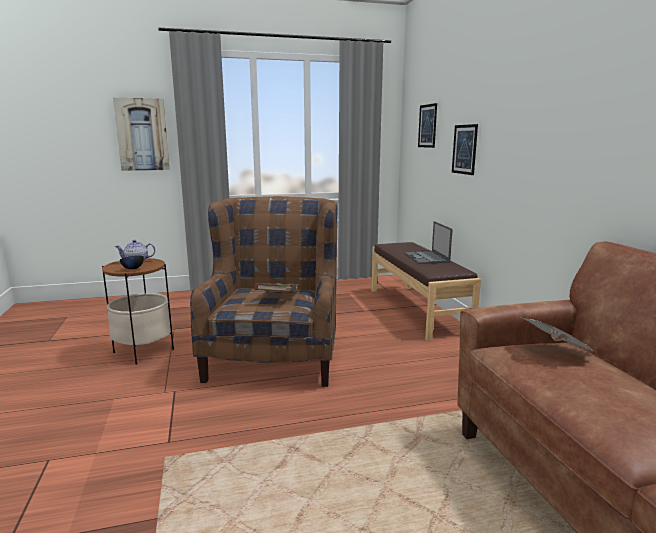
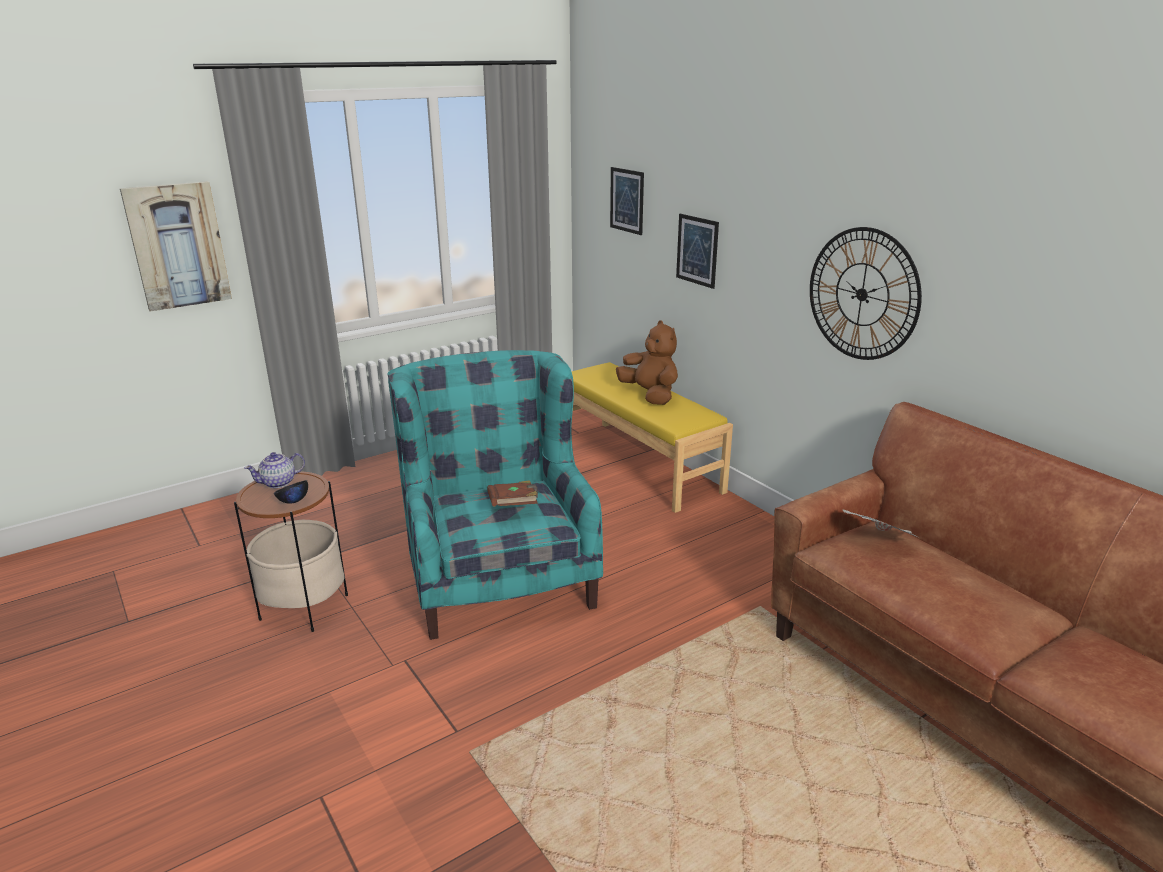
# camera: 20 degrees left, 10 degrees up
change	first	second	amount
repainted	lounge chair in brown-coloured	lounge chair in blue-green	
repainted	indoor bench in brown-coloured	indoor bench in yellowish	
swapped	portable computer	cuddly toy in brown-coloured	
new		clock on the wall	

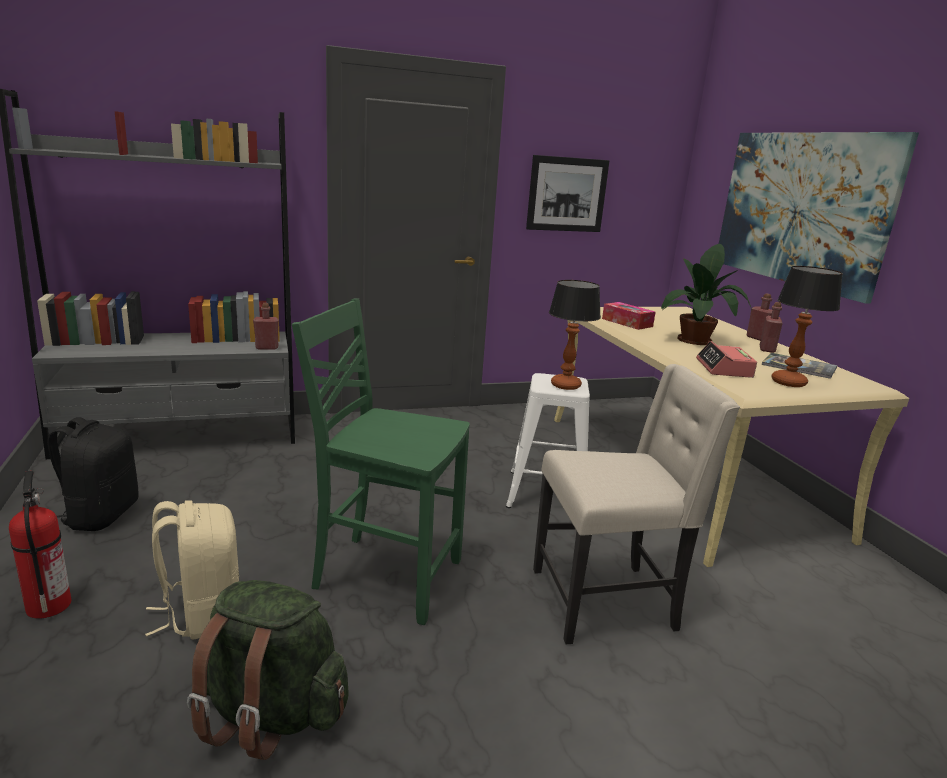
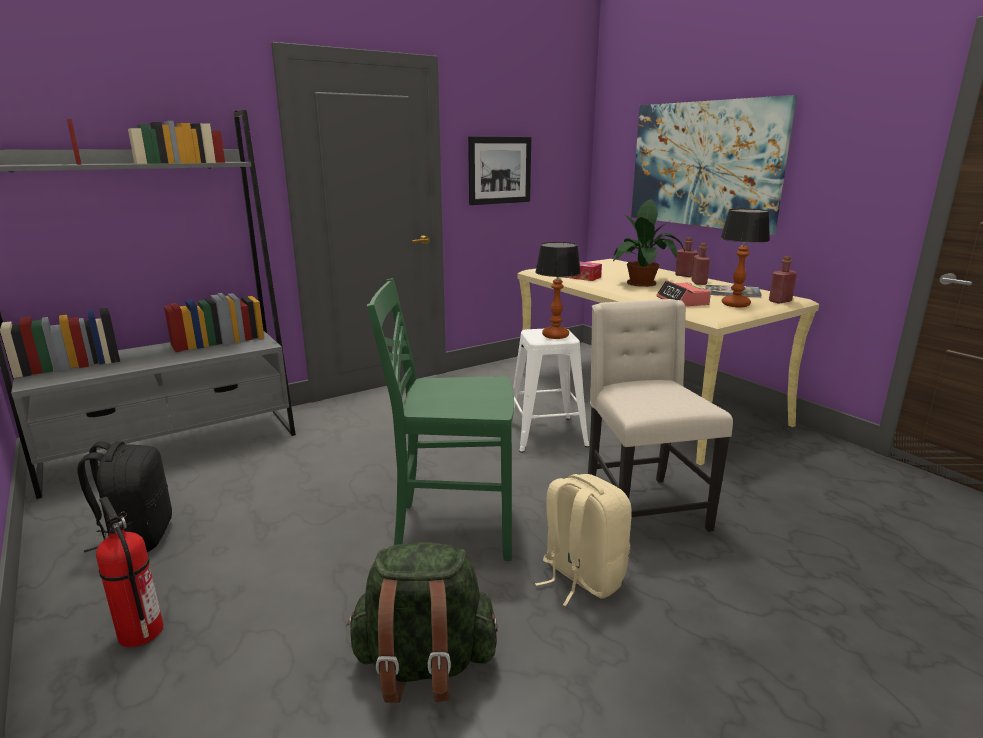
# camera: 15 degrees left, 0 degrees up
change	first	second	amount
shifted	backpack in beige		
rotated	plain chair in beige		75 degrees counterclockwise
shifted	drink bottle in red-coloured (no. 1 from left in the first image)	drink bottle in red-coloured (no. 3 from left)	

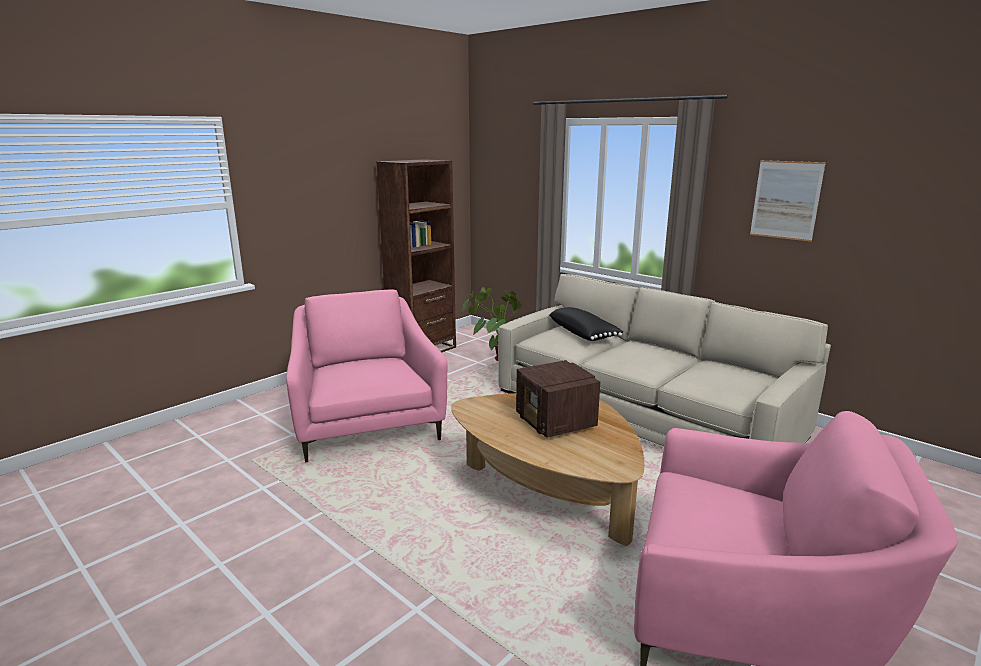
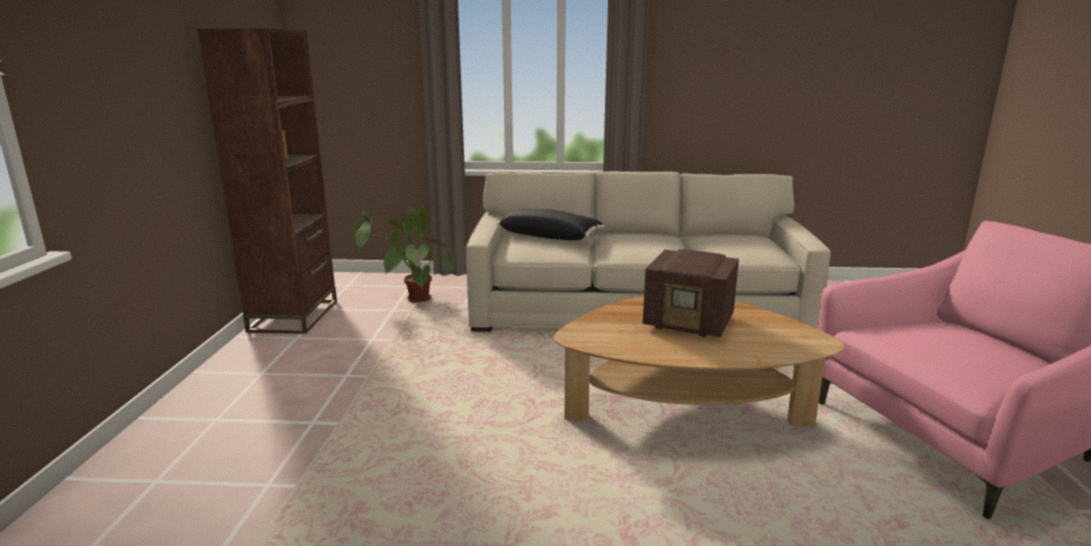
# camera: 40 degrees left, 0 degrees up
change	first	second	amount
gone	lounge chair in pink (no. 1 from left)		
gone	picture		

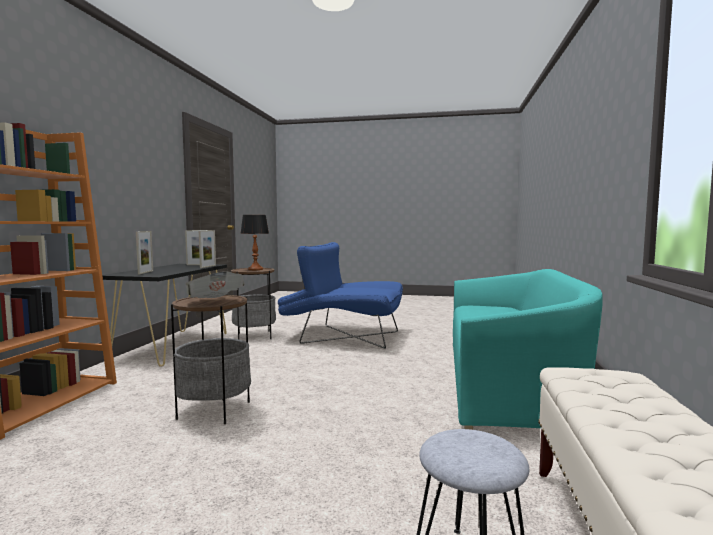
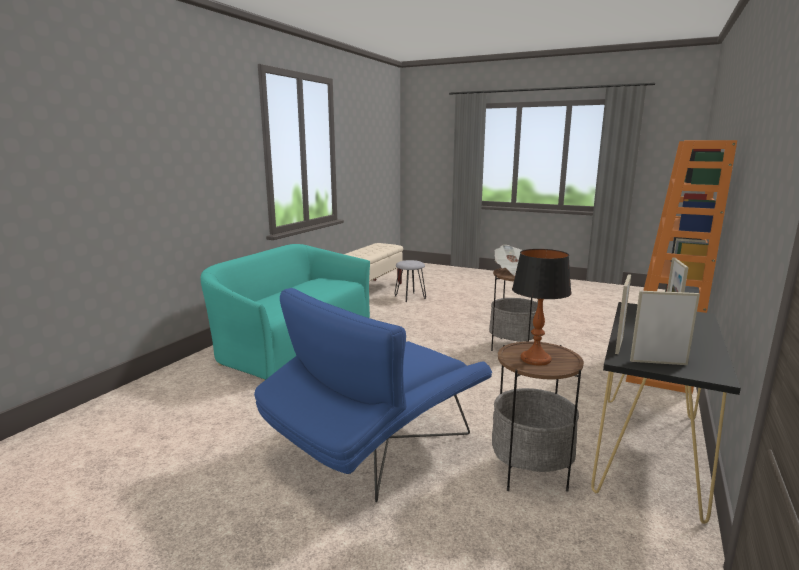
# camera: 165 degrees left, 10 degrees up
change	first	second	amount
rotated	lounge chair in bluish		105 degrees clockwise

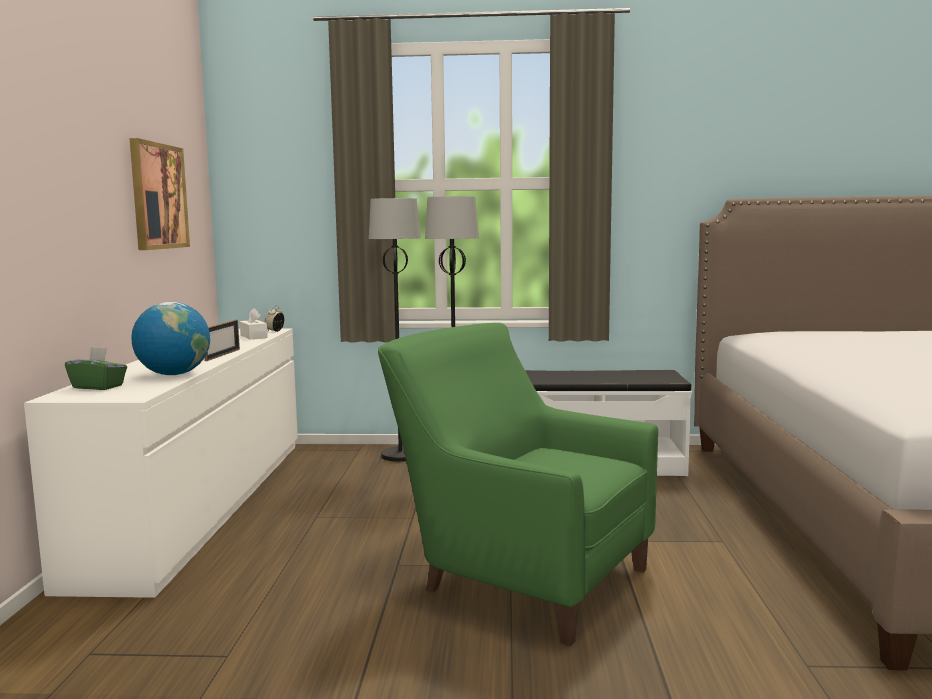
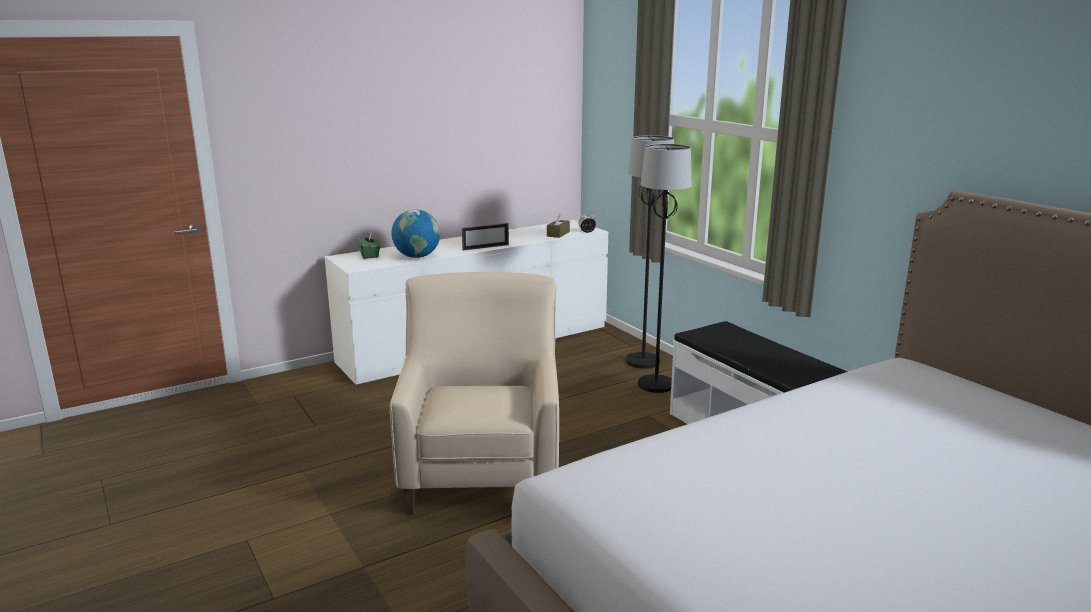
# camera: 55 degrees right, 10 degrees up
change	first	second	amount
repainted	lounge chair in green-coloured	lounge chair in beige	
repainted	tissue box in white	tissue box in brown-coloured	
gone	picture		

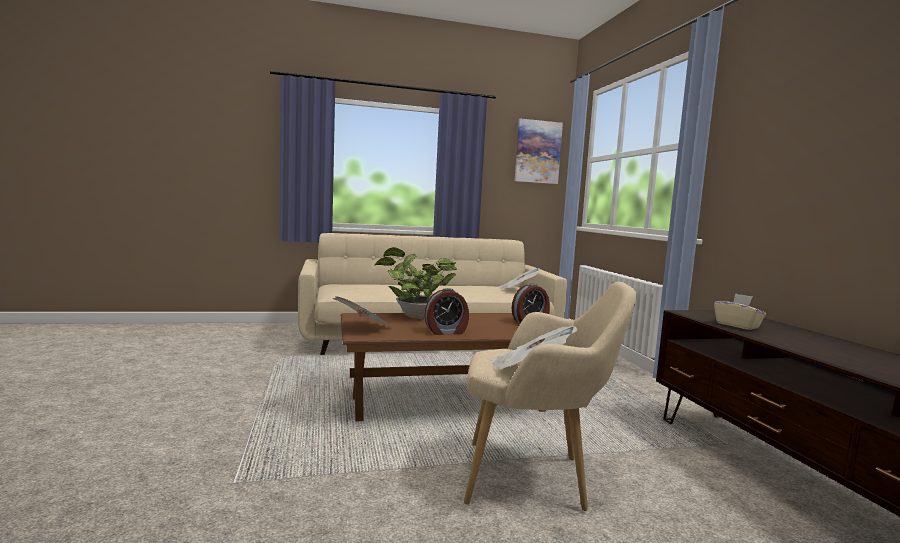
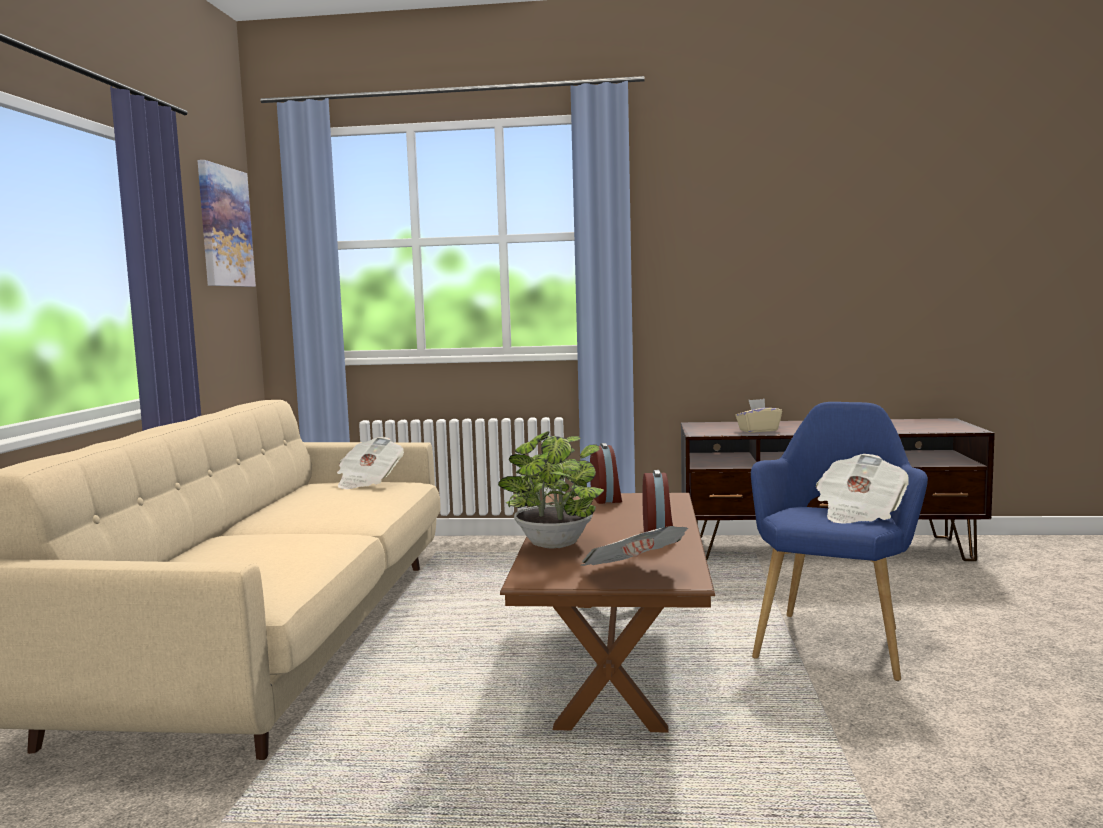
# camera: 70 degrees left, 0 degrees up
change	first	second	amount
repainted	lounge chair in beige	lounge chair in bluish	

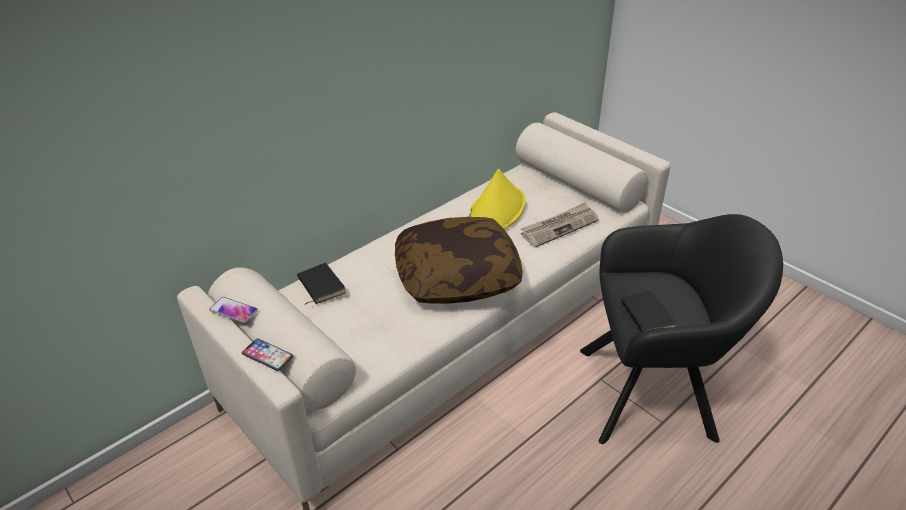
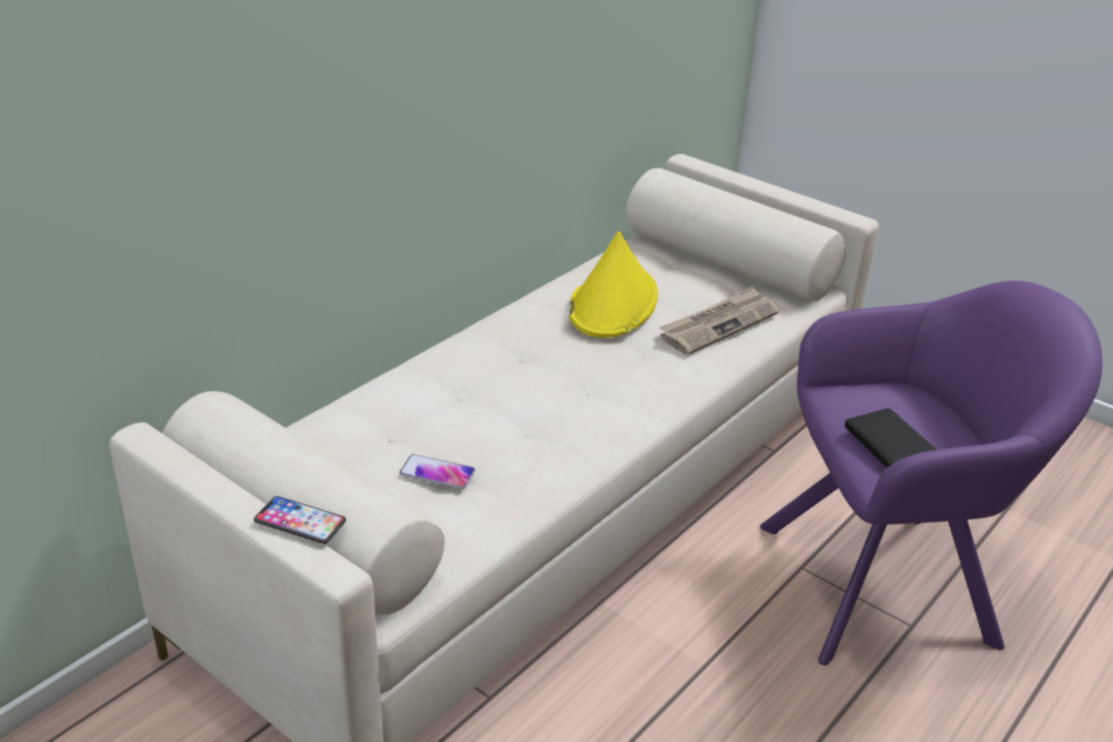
# camera: 10 degrees left, 5 degrees down
change	first	second	amount
shifted	handset (no. 1 from left in the first image)	handset (no. 2 from left)	
repainted	lounge chair in black-coloured	lounge chair in purple-coloured	
gone	volume in black-coloured (no. 1 from left)		
gone	cushion		

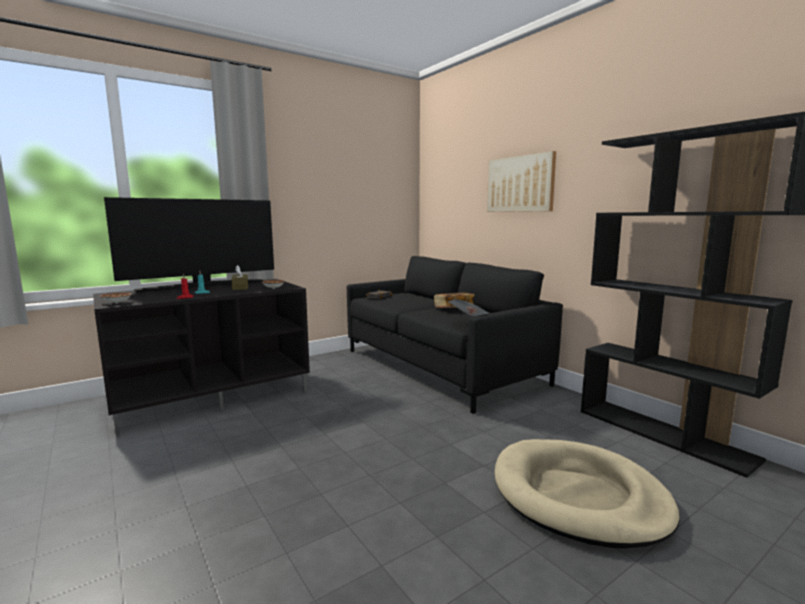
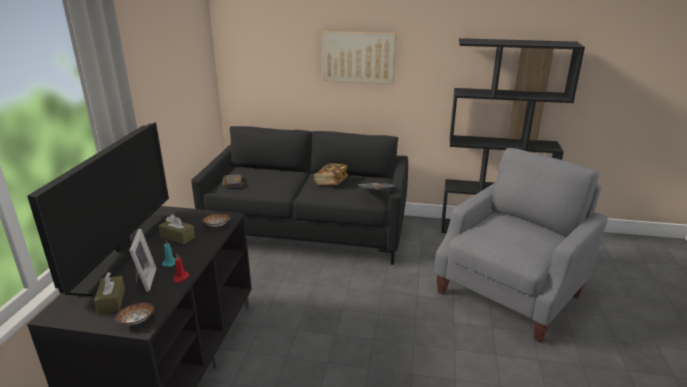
# camera: 45 degrees left, 15 degrees up
change	first	second	amount
new		tissue box in brown-coloured (no. 1 from left)	
new		picture frame	
swapped	dog bed in beige	lounge chair in gray	

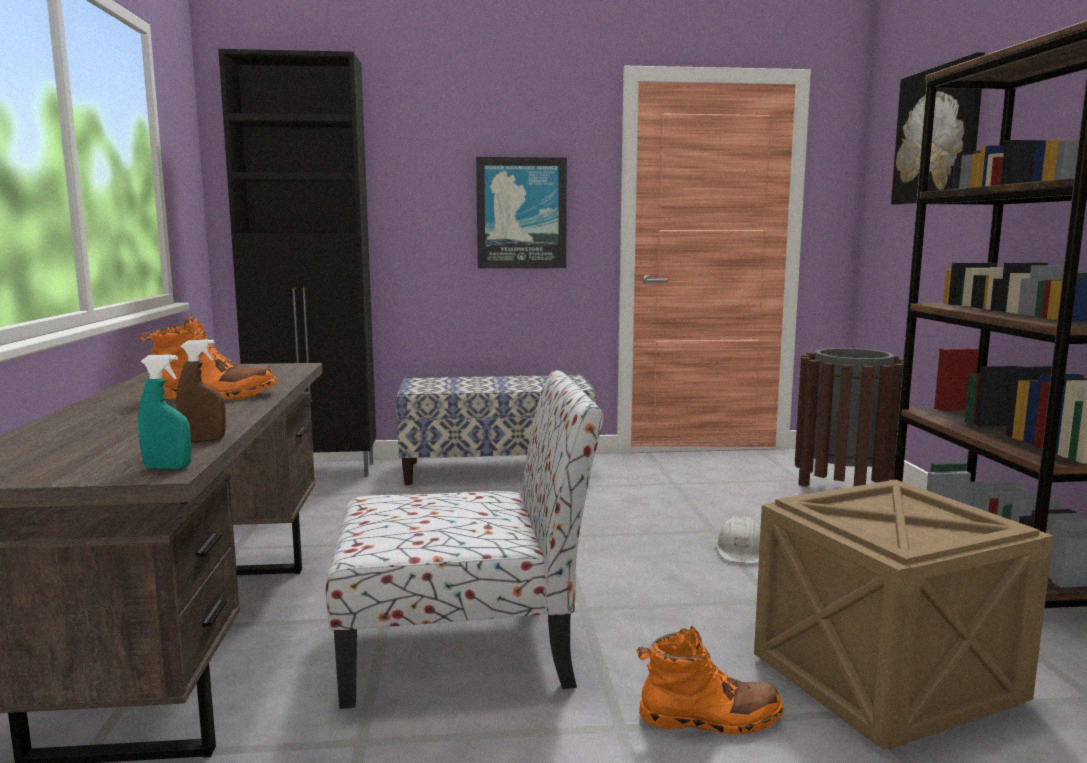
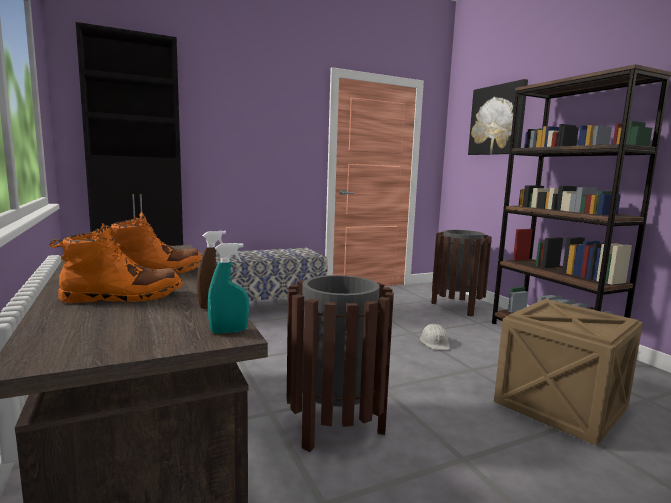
# camera: 20 degrees left, 0 degrees up
change	first	second	amount
shifted	high-top boot in orange (no. 2 from left in the first image)	high-top boot in orange (no. 1 from left)	
swapped	plain chair	trash can in brown-coloured (no. 1 from left)	
gone	picture (no. 1 from left)		

